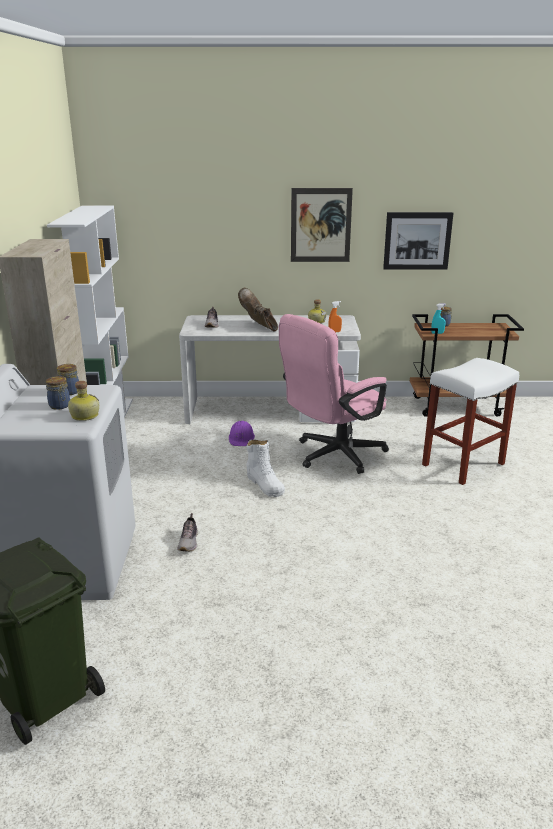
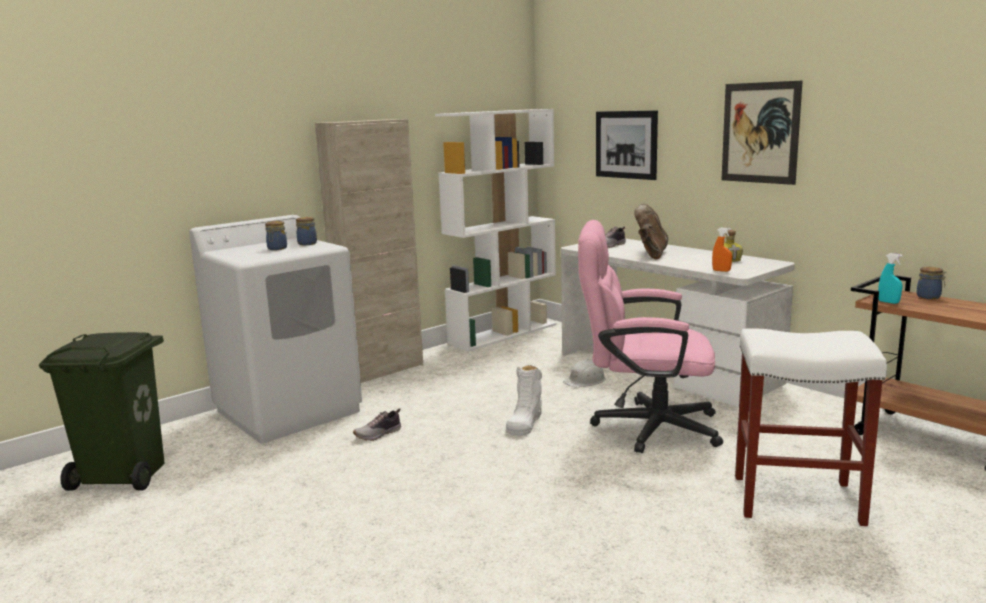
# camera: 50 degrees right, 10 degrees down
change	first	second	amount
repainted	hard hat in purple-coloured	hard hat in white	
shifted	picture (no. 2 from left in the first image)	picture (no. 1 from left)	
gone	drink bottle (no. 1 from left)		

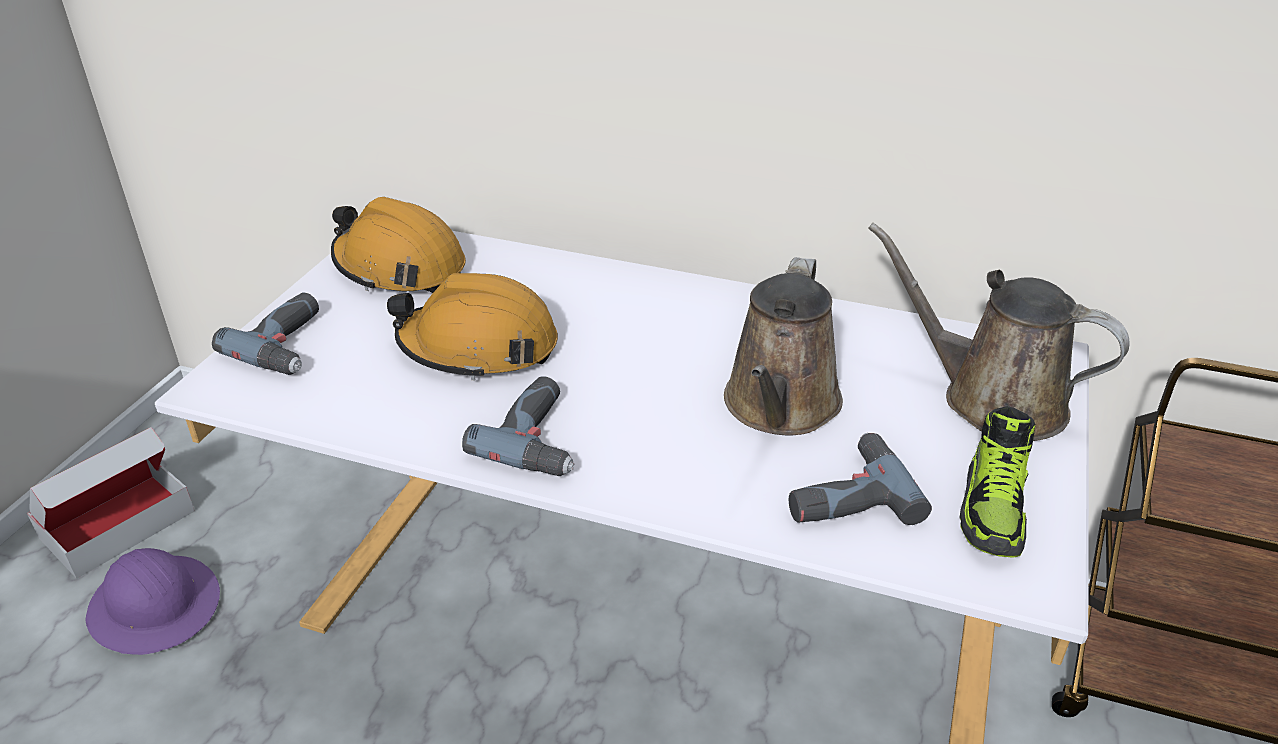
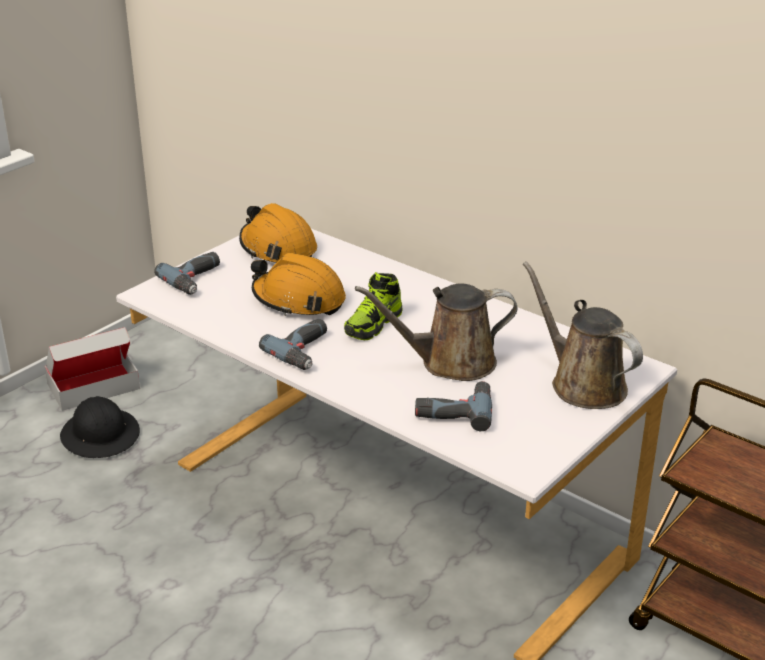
# camera: 20 degrees right, 5 degrees down
change	first	second	amount
repainted	hard hat in purple-coloured	hard hat in black-coloured	
shifted	item of footwear		
rotated	sprinkling can in brown-coloured (no. 1 from left)		45 degrees clockwise

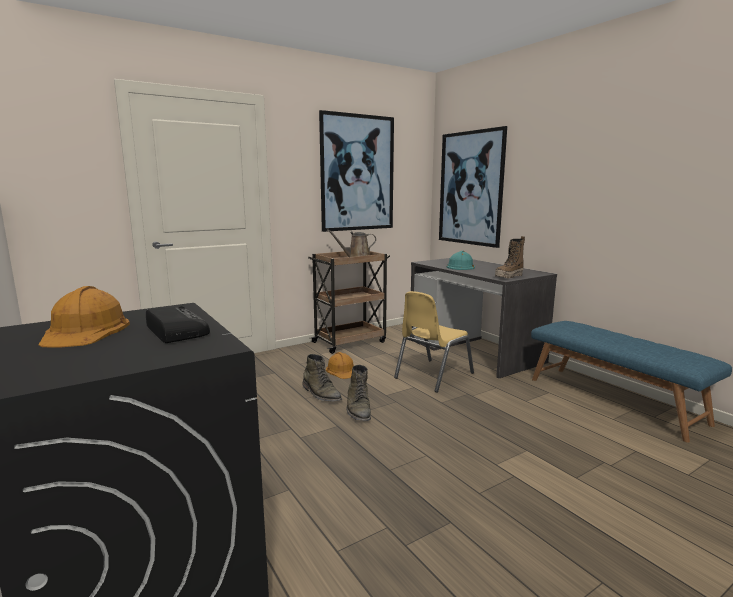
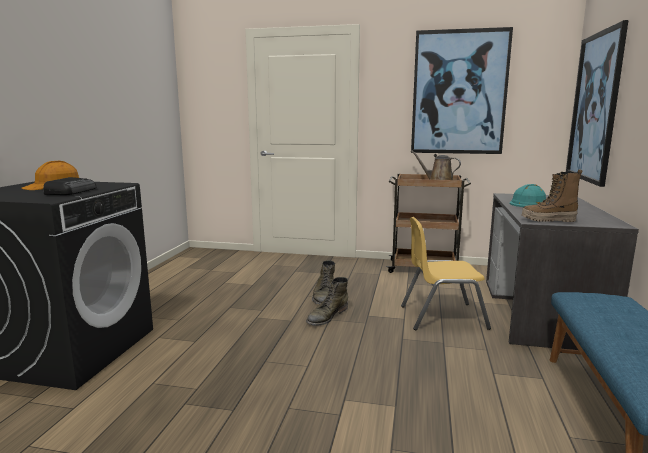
# camera: 45 degrees right, 0 degrees up
change	first	second	amount
gone	hard hat in orange (no. 2 from left)		

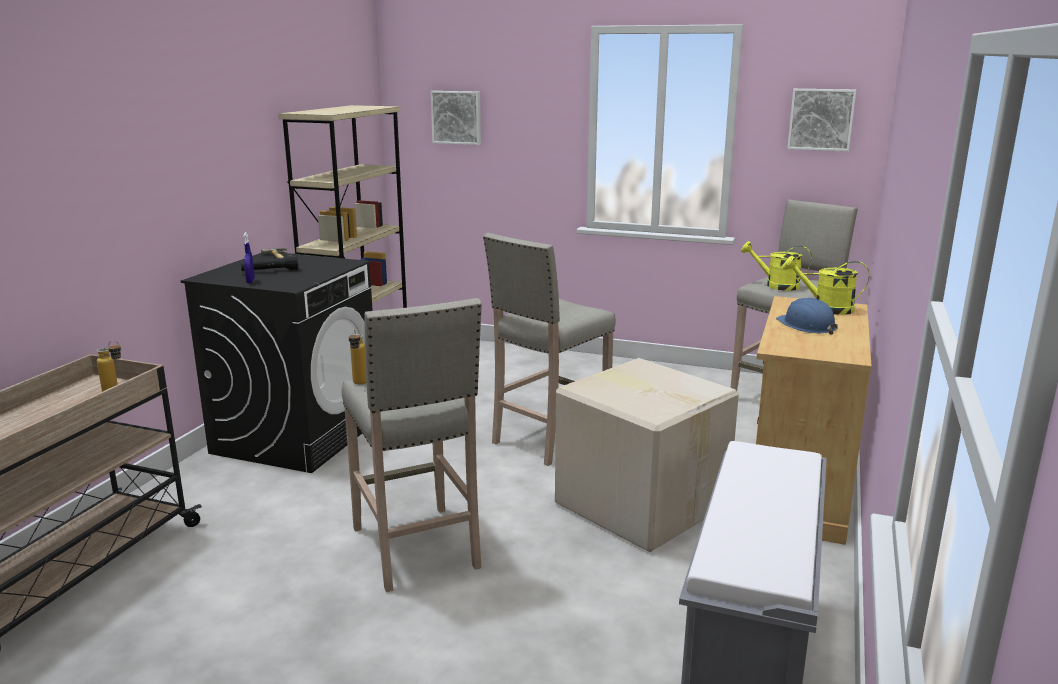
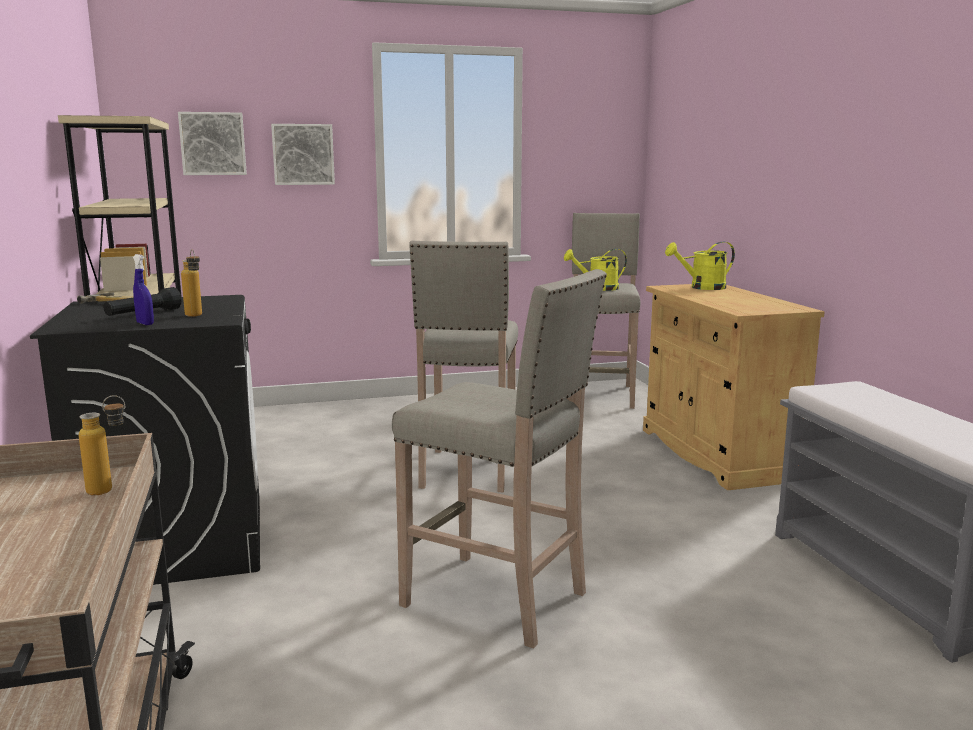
# camera: 35 degrees left, 5 degrees down
change	first	second	amount
shifted	drink bottle (no. 2 from left)		
shifted	picture (no. 2 from left)		
gone	cardboard box		
gone	hard hat in bluish		

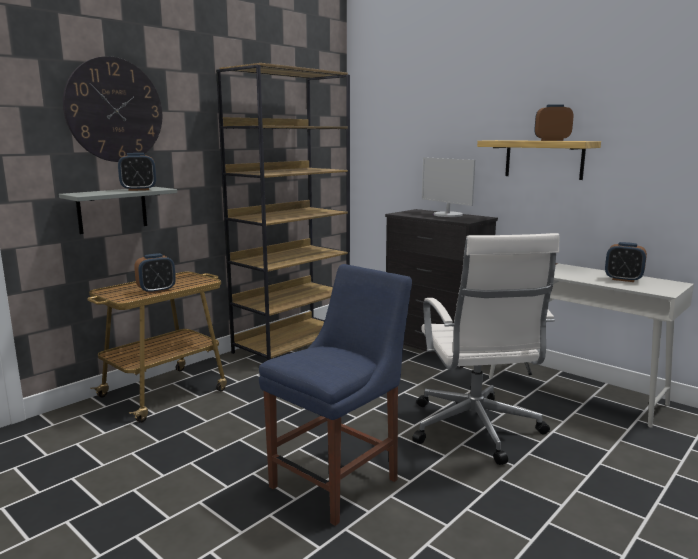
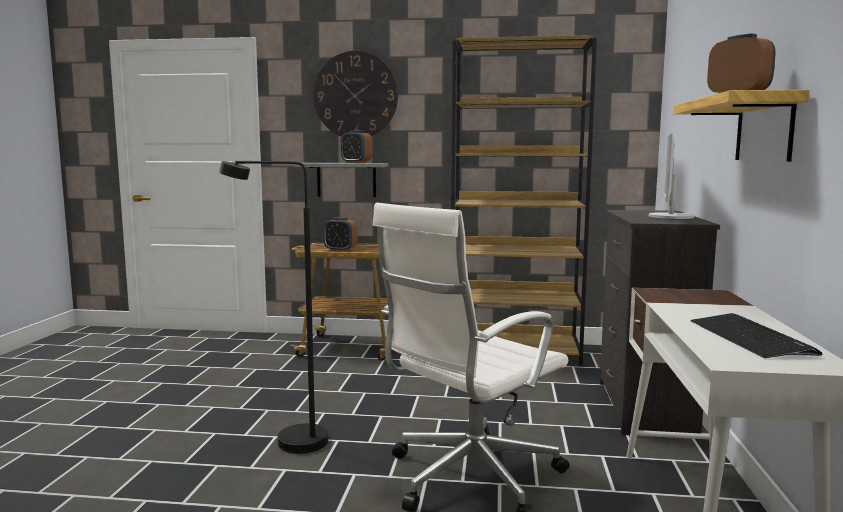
# camera: 55 degrees right, 5 degrees down
change	first	second	amount
swapped	plain chair in bluish	floor lamp in black-coloured	
swapped	table clock (no. 4 from left)	computer keyboard	

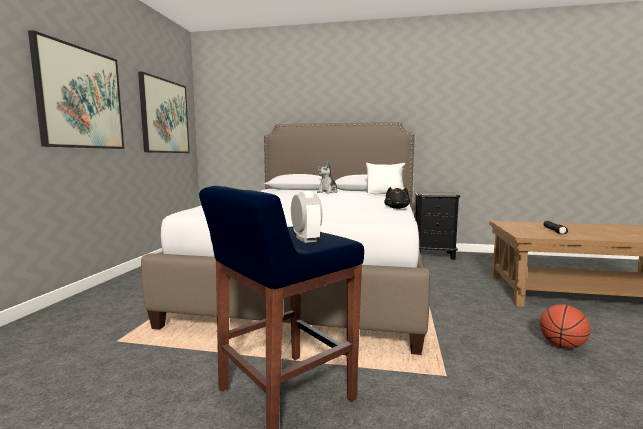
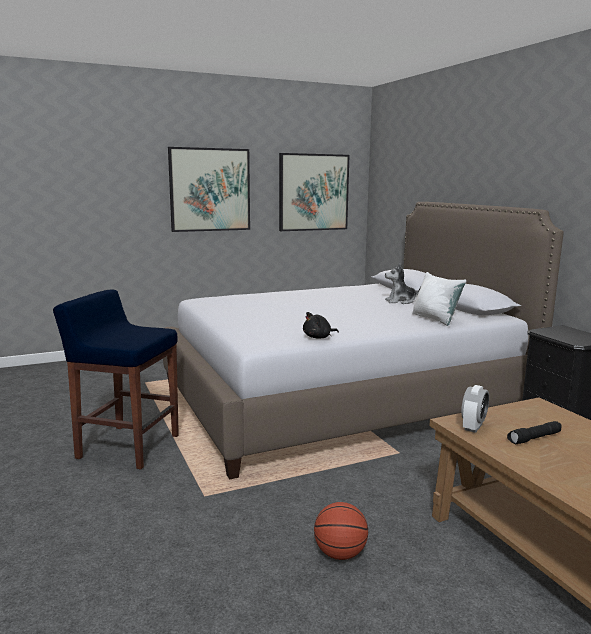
# camera: 55 degrees right, 5 degrees up
change	first	second	amount
shifted	table clock		

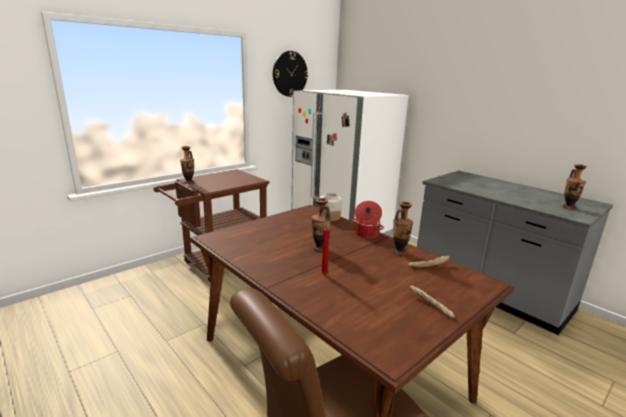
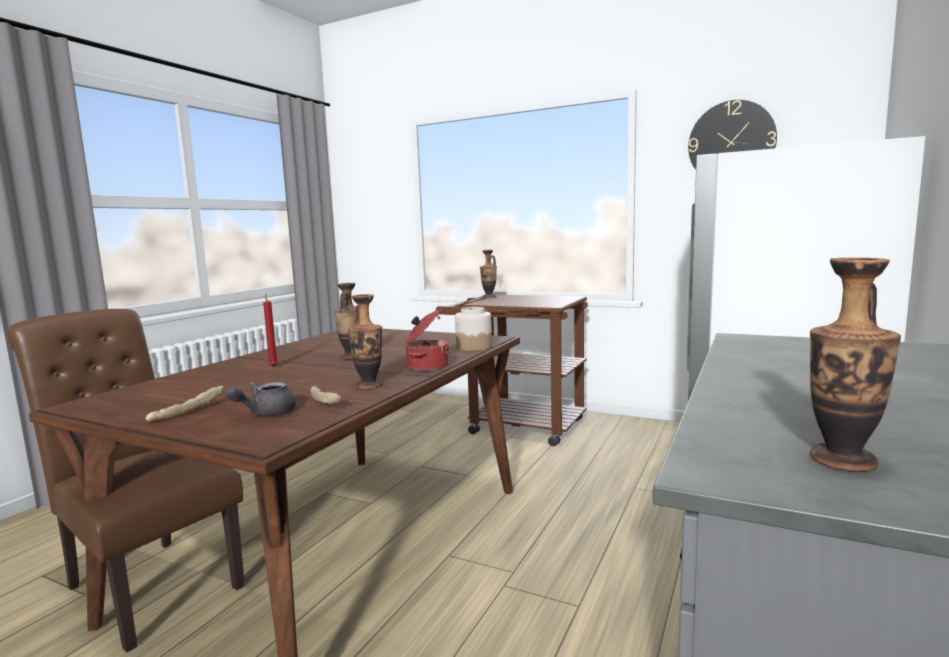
# camera: 70 degrees right, 10 degrees down
change	first	second	amount
new		tea pot in gray	

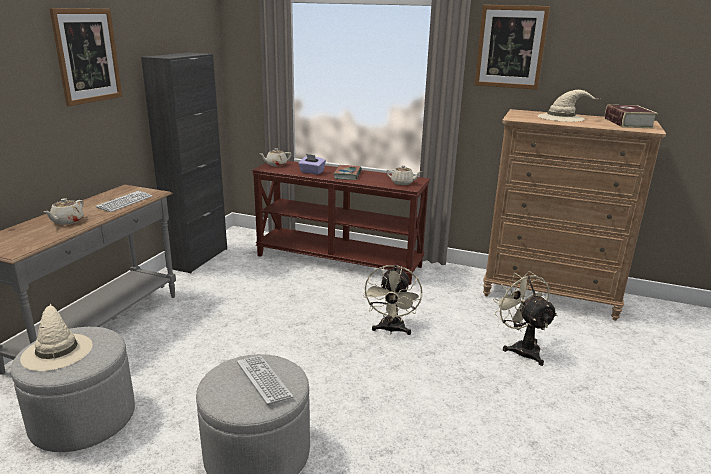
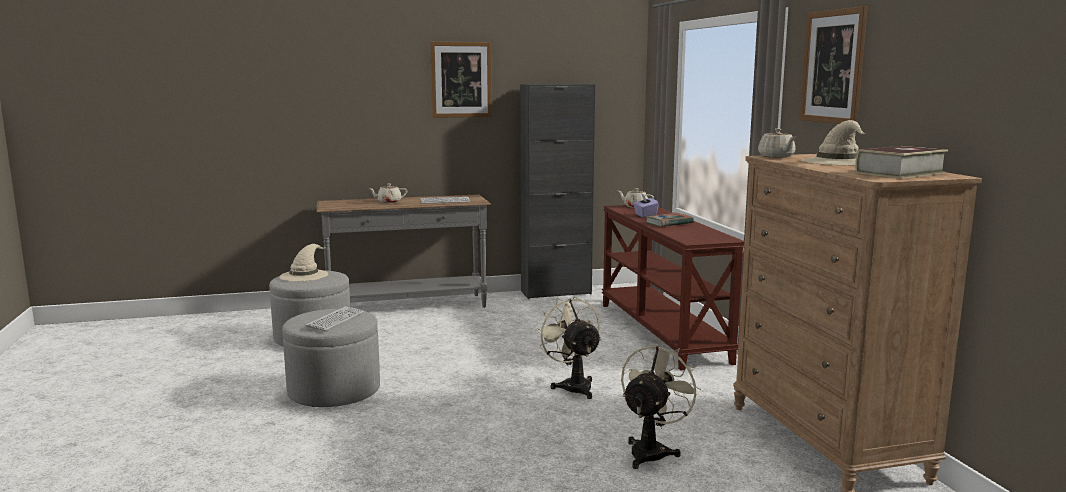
# camera: 55 degrees right, 10 degrees down
change	first	second	amount
rotated	electric fan in beige (no. 1 from left)		90 degrees clockwise
shifted	tea pot in beige (no. 3 from left)		

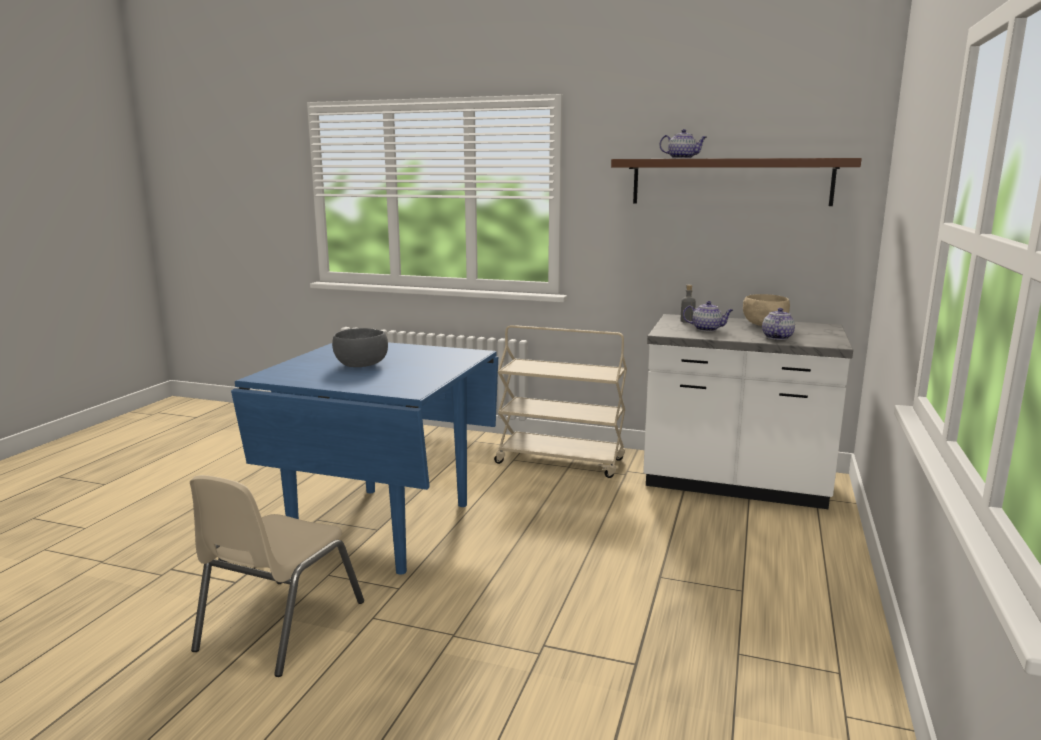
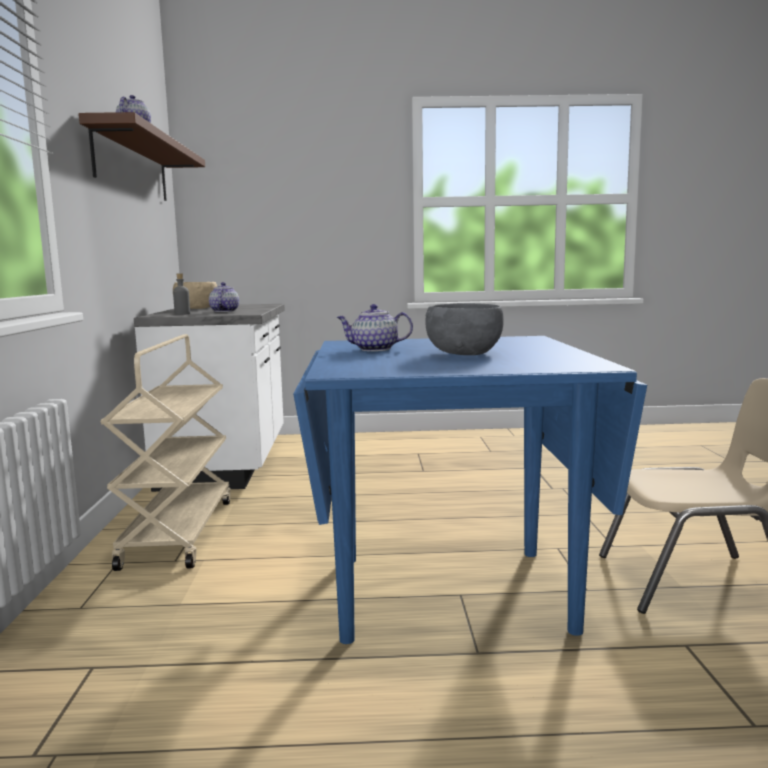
# camera: 110 degrees left, 5 degrees down
change	first	second	amount
shifted	tea pot (no. 3 from left)		

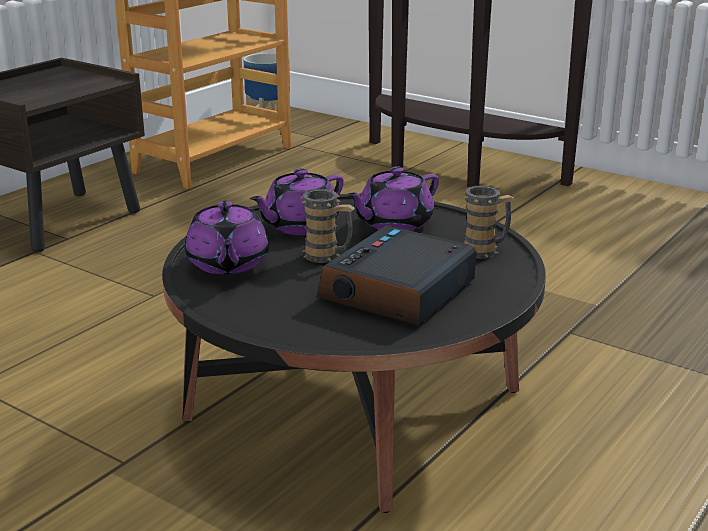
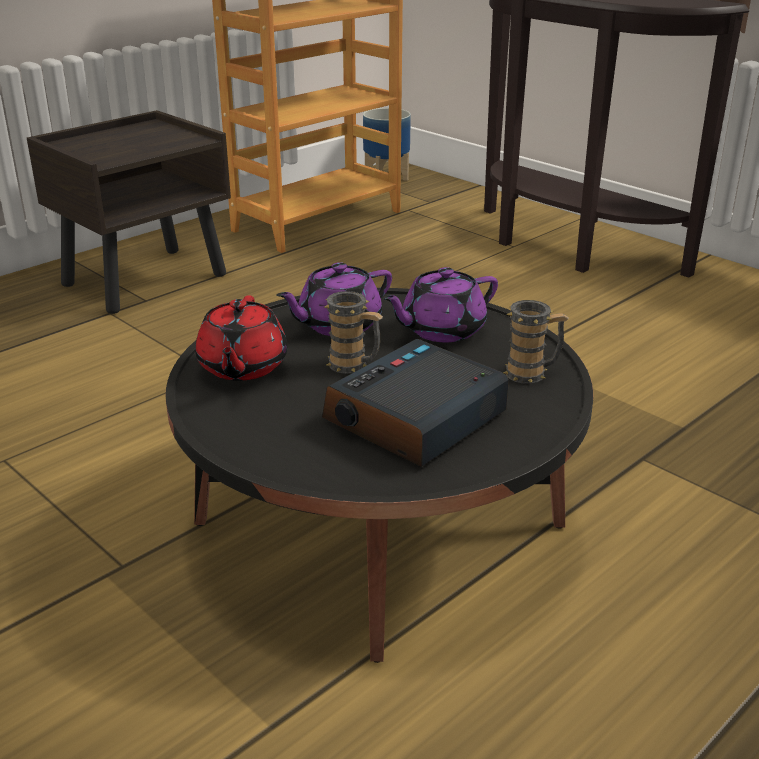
# camera: 10 degrees right, 5 degrees up
change	first	second	amount
repainted	tea pot in purple-coloured (no. 1 from left)	tea pot in red-coloured	

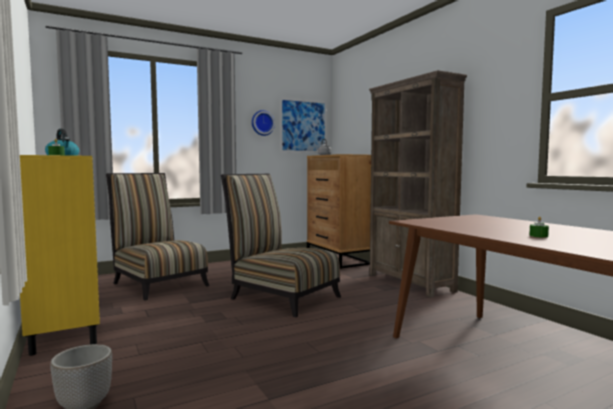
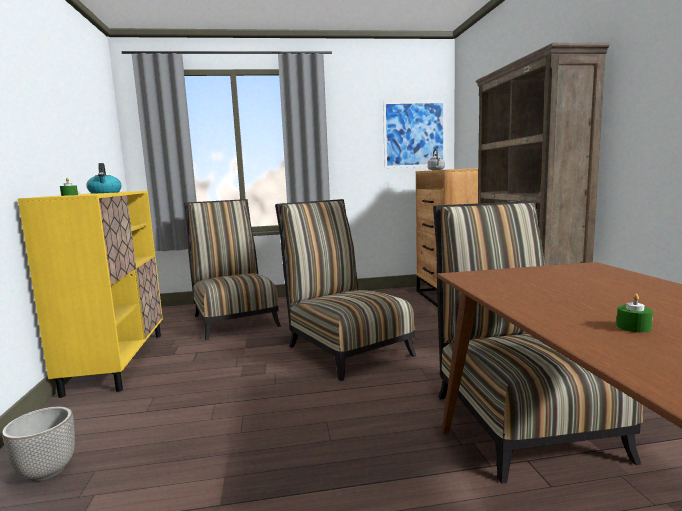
# camera: 20 degrees right, 5 degrees up
change	first	second	amount
new		plain chair (no. 3 from left)	
gone	clock on the wall		

